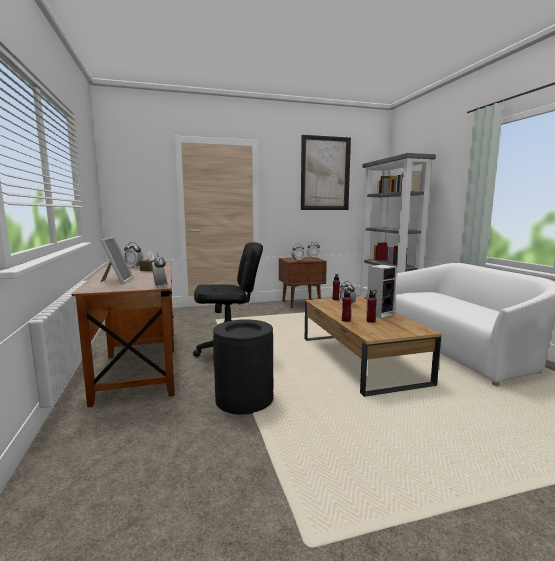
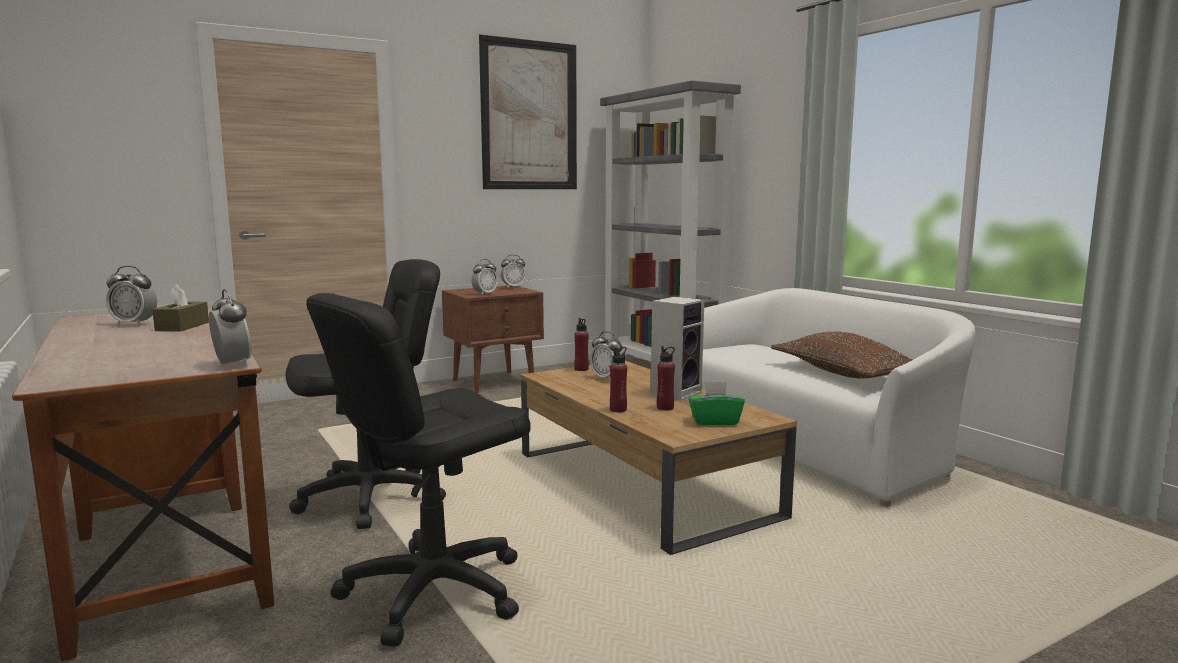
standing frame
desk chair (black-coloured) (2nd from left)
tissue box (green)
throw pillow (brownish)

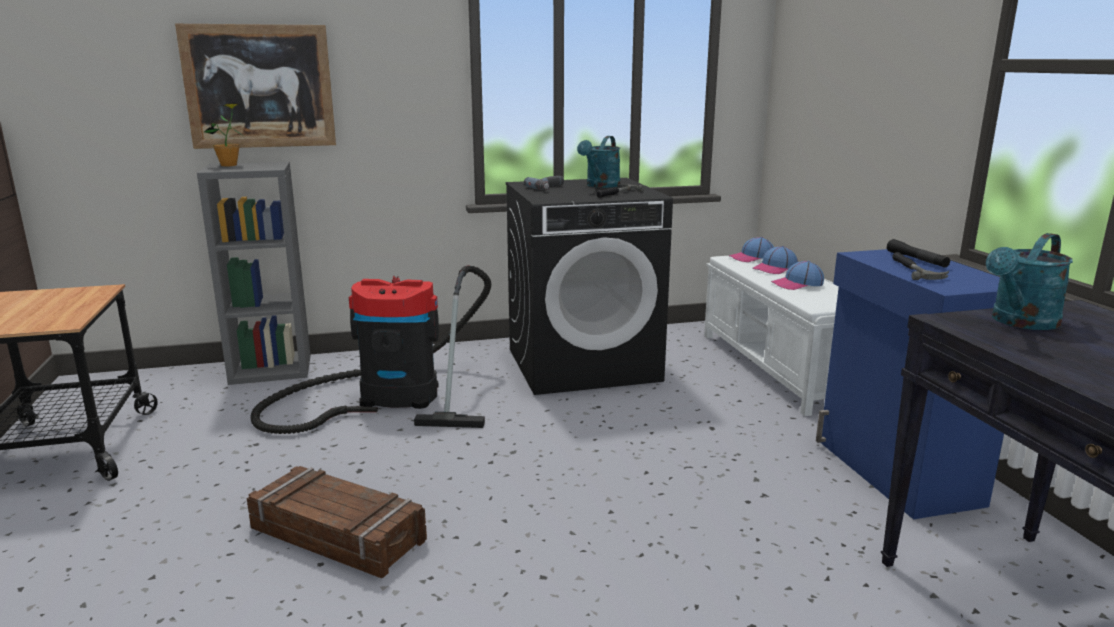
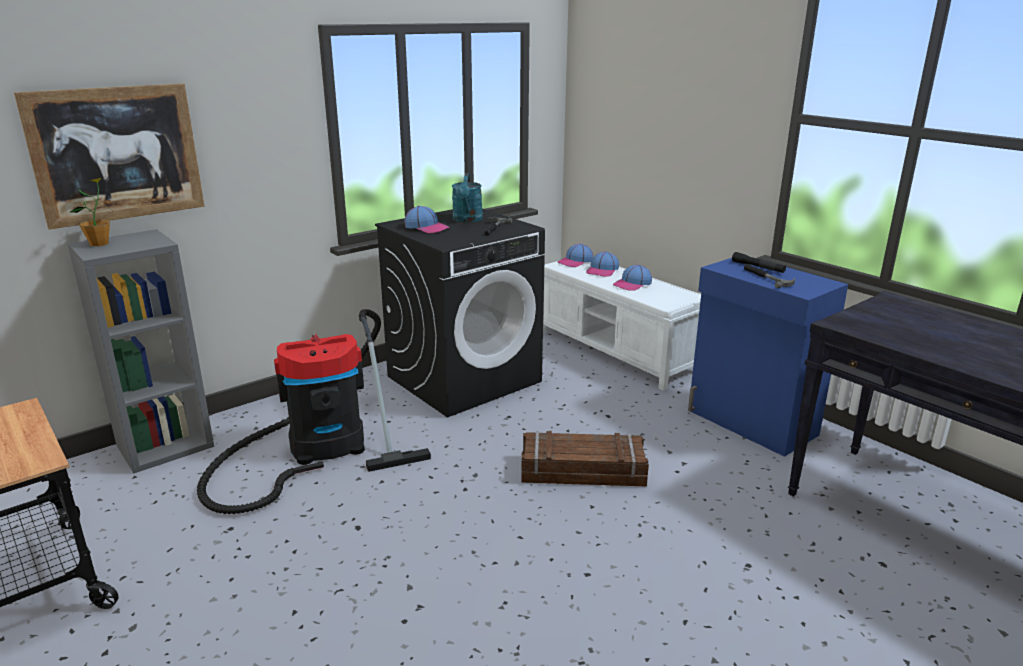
packing crate
peaked cap (1st from left)
watering pot (turquoise) (2nd from left in the first image)

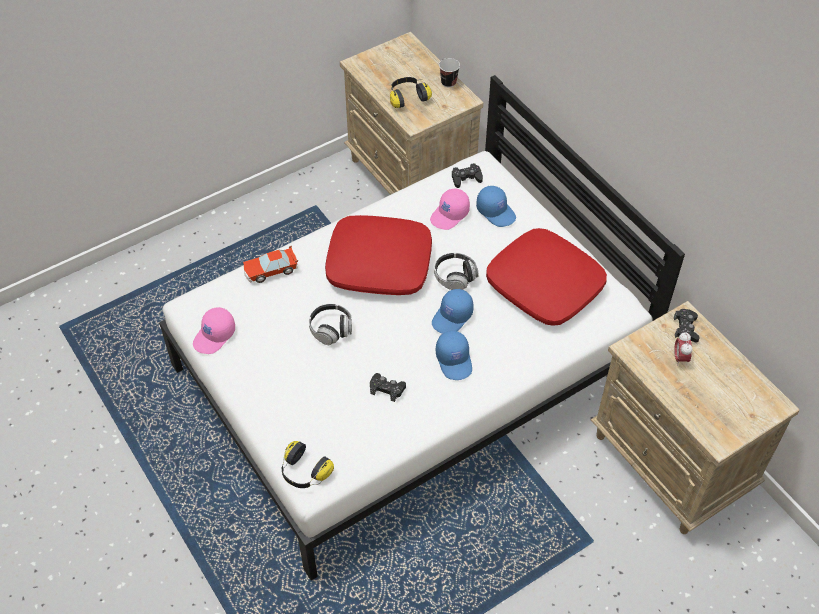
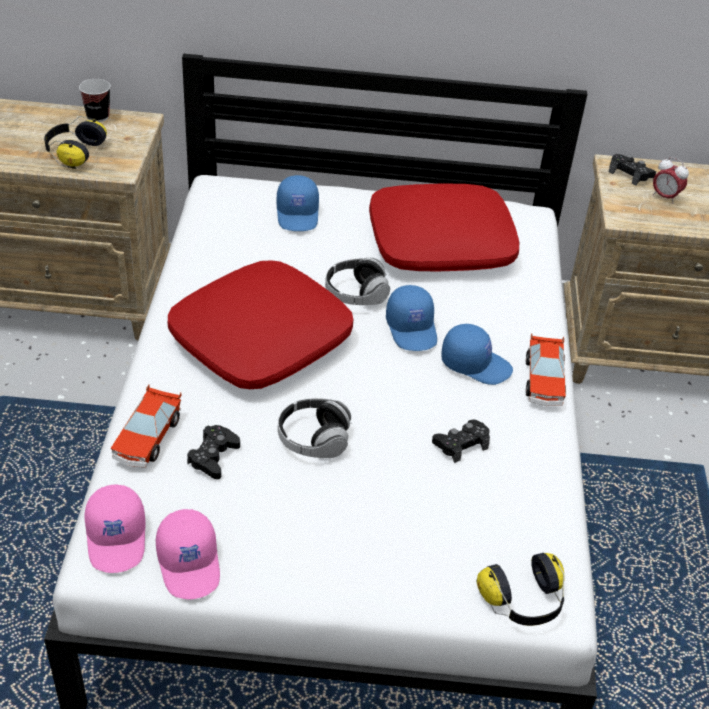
peaked cap (pinkish) (1st from left)
game controller (black-coloured) (1st from left)
peaked cap (bluish) (1st from left)
toy car (2nd from left)

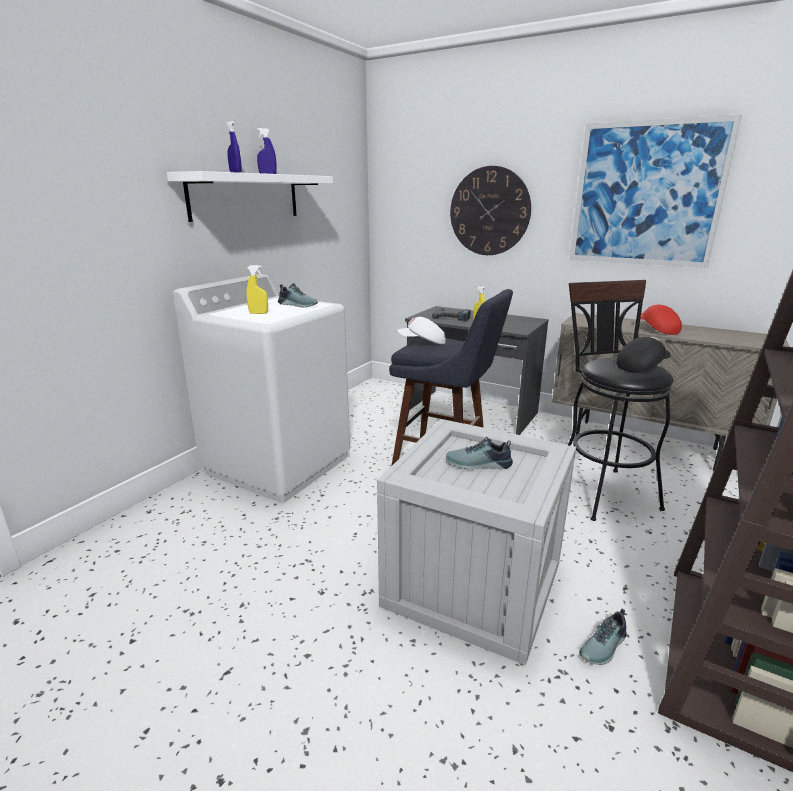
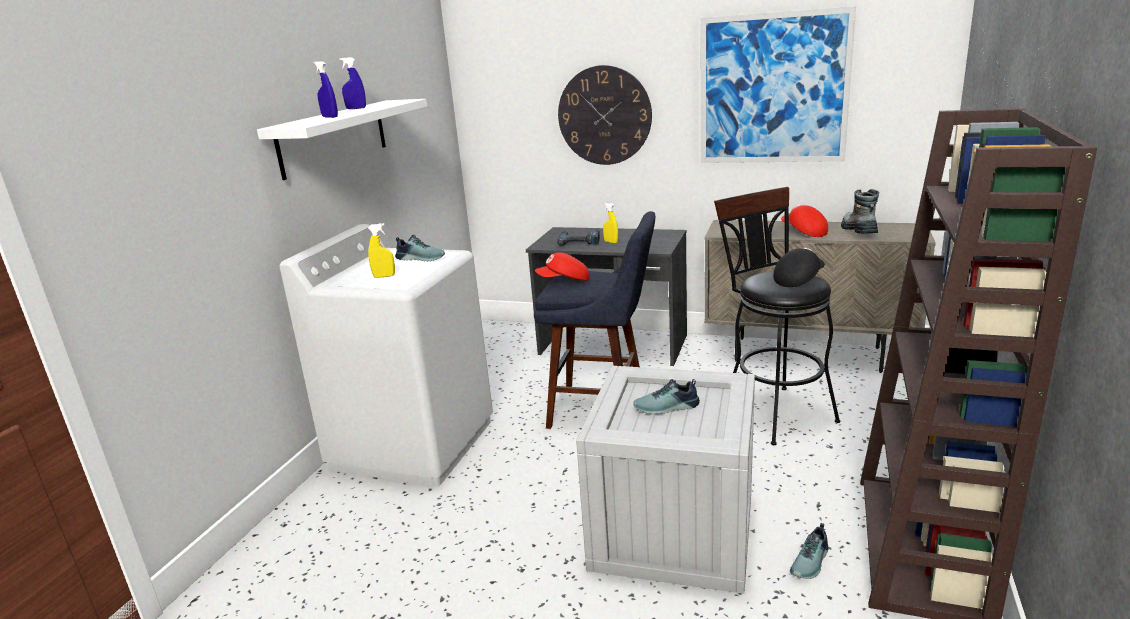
peaked cap (red) (1st from left)
boot

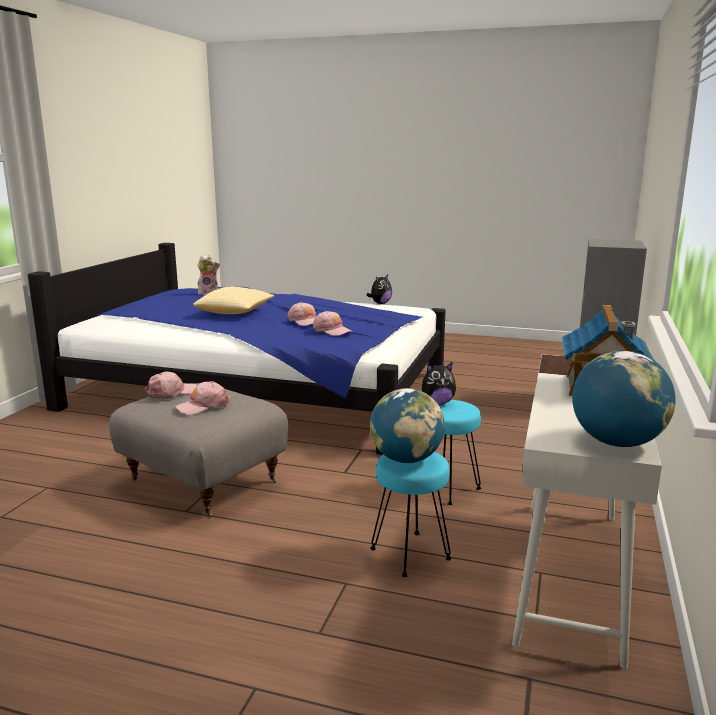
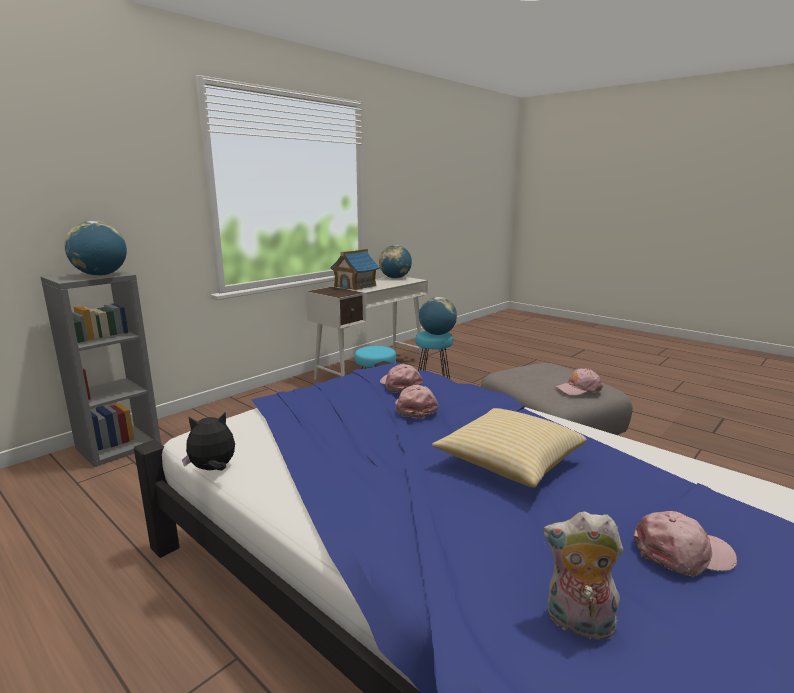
peaked cap (pinkish) (4th from left)
plush toy (3rd from left in the first image)
world globe (1st from left)

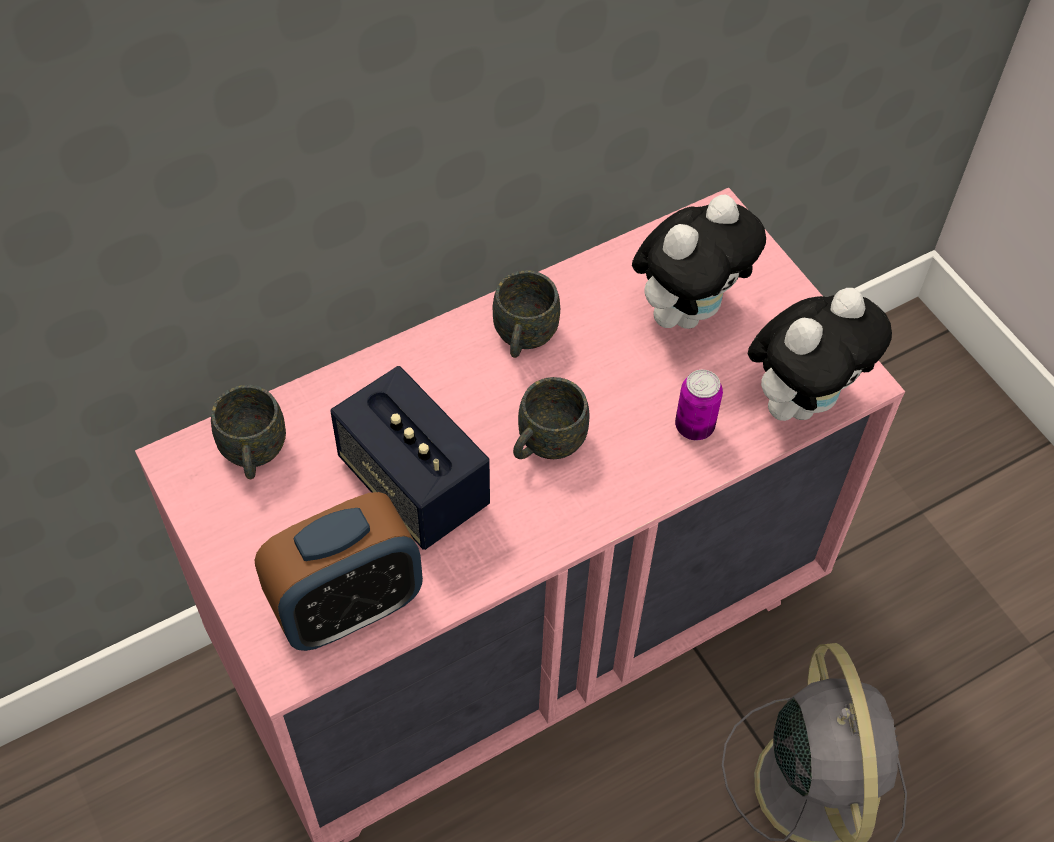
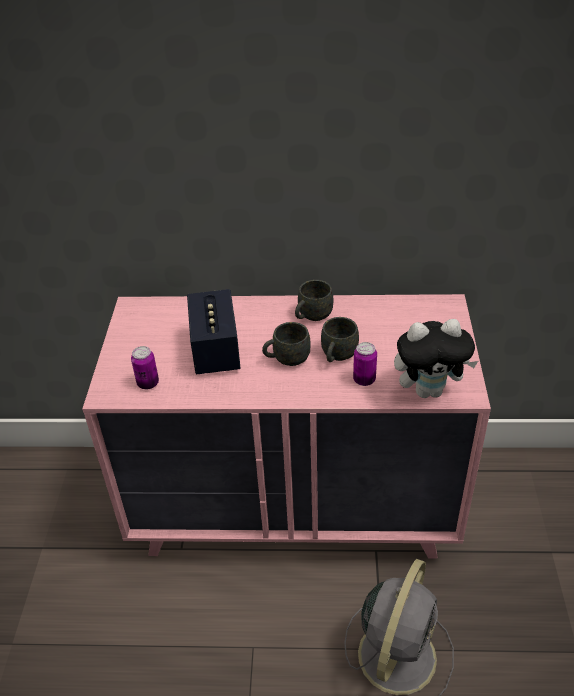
tea mug (gray) (3rd from left)
sealed can (1st from left)
plush toy (1st from left in the first image)

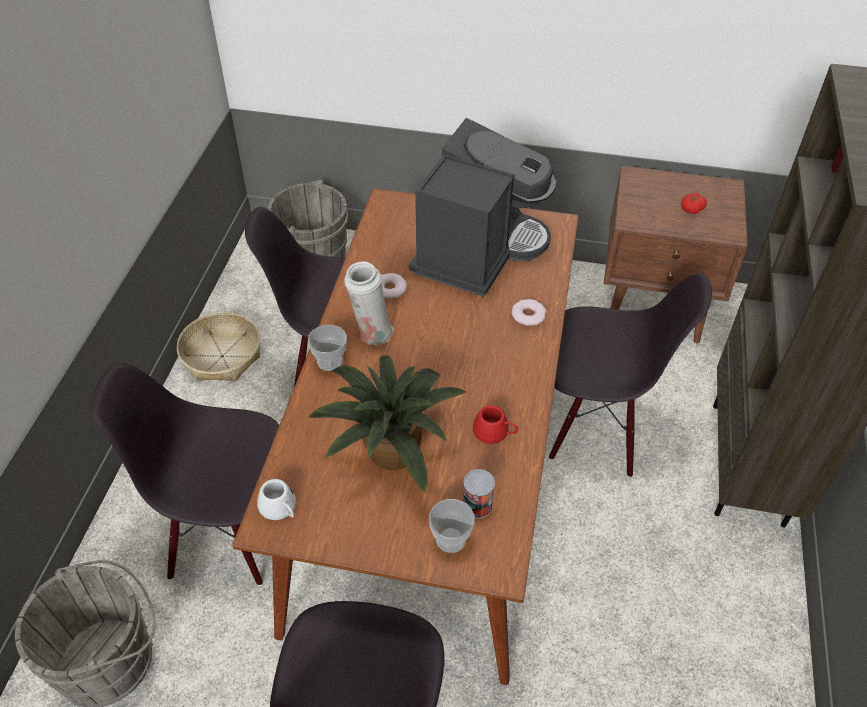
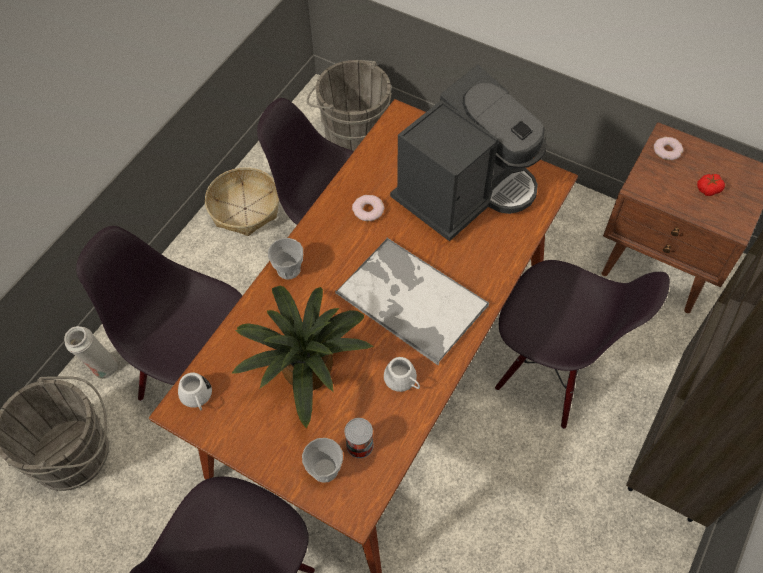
vase (white-coloured)
tea mug (white-coloured) (2nd from left)
doughnut (2nd from left)
carrying tray

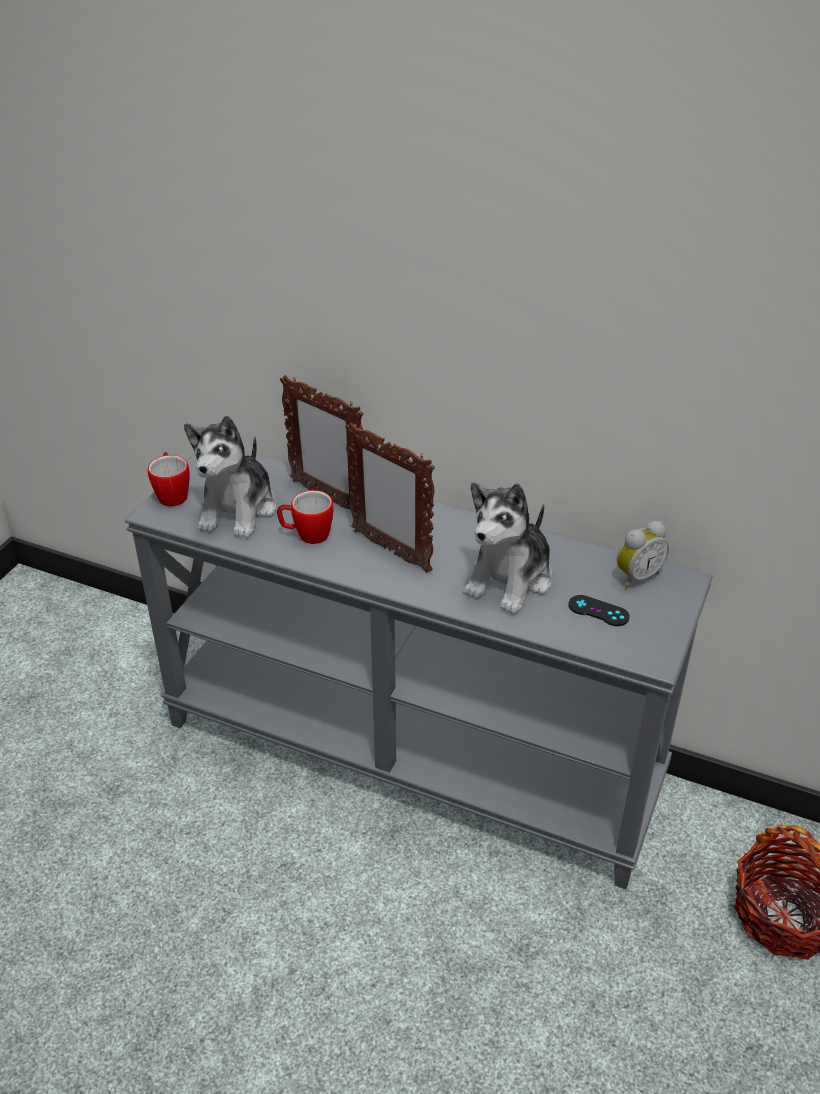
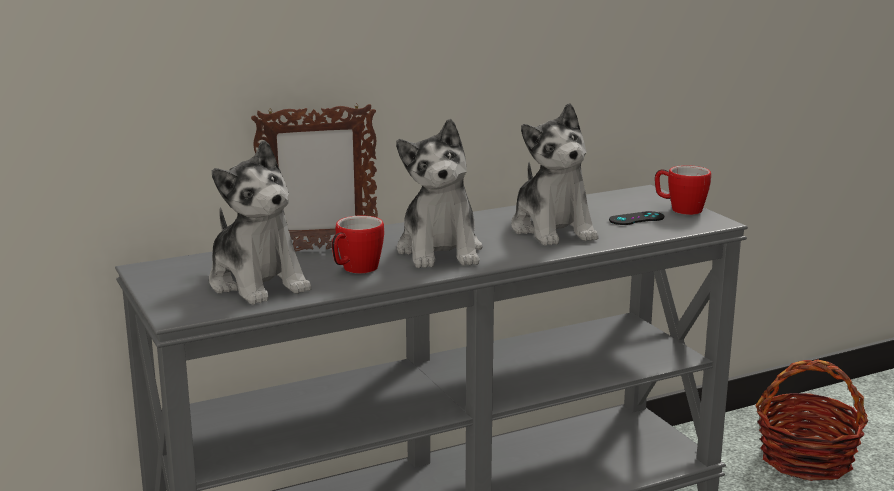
tea mug (2nd from left)
plush toy (2nd from left)
table clock

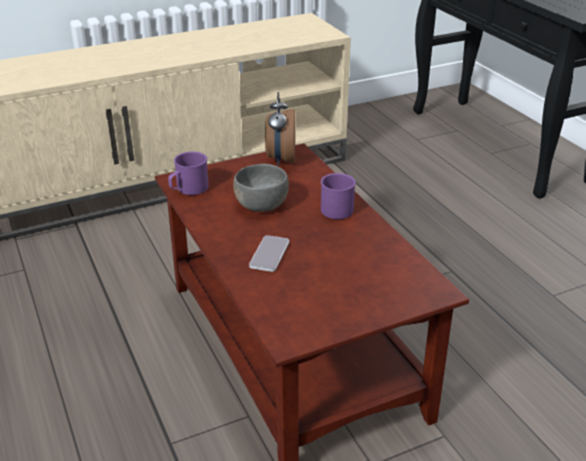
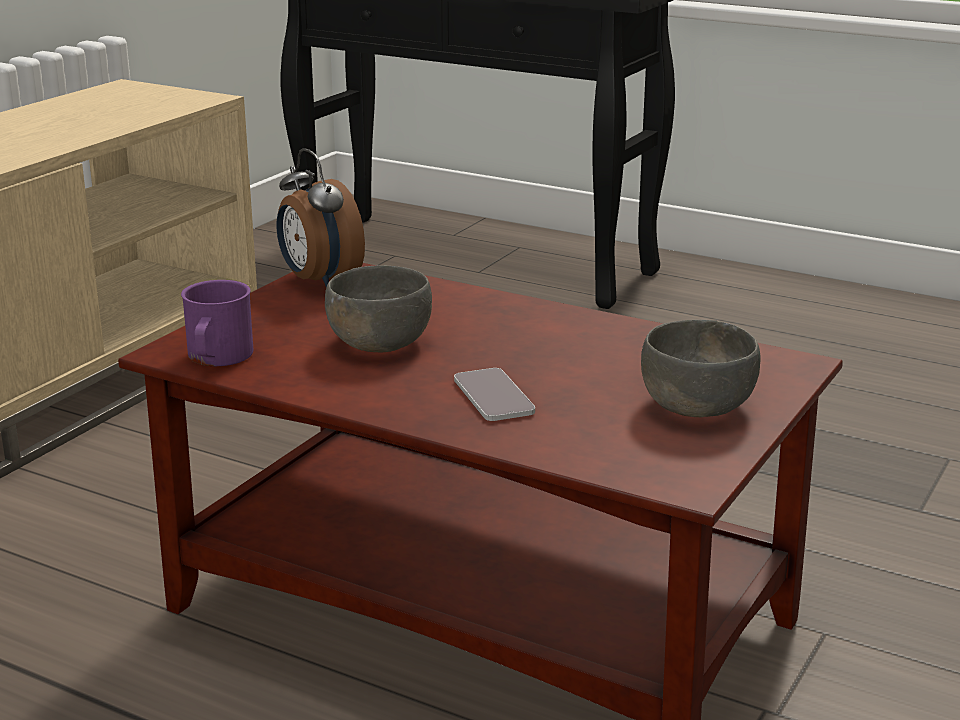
tea mug (purplish) (2nd from left in the first image)
deep dish (gray) (2nd from left)

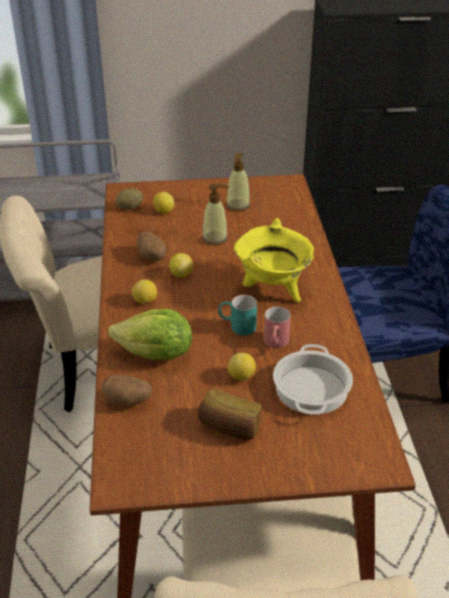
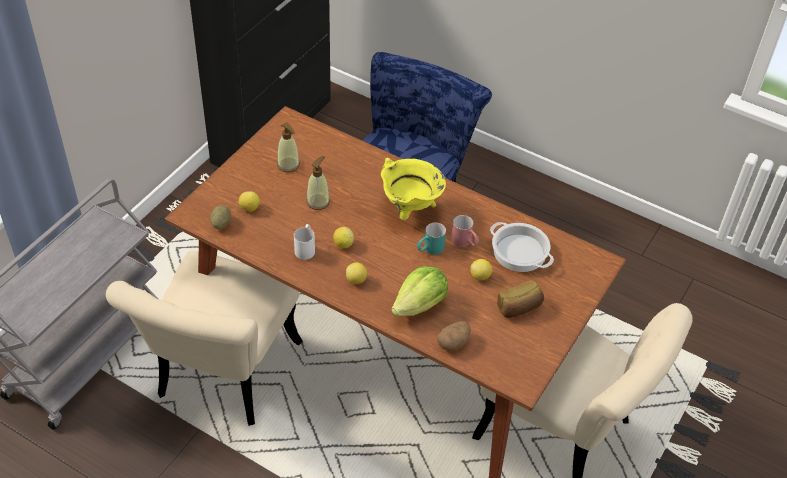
tea mug (white-coloured)

